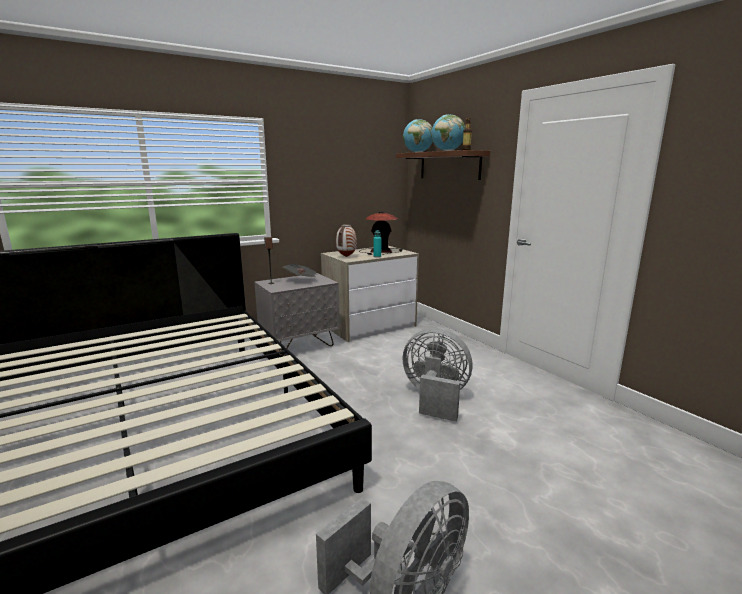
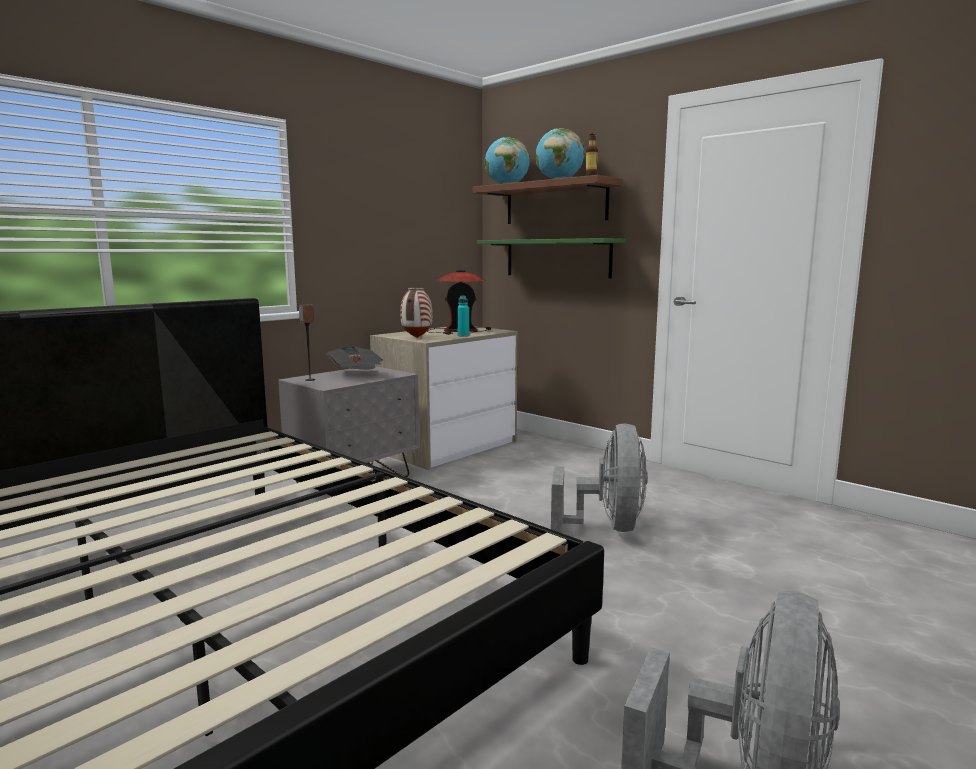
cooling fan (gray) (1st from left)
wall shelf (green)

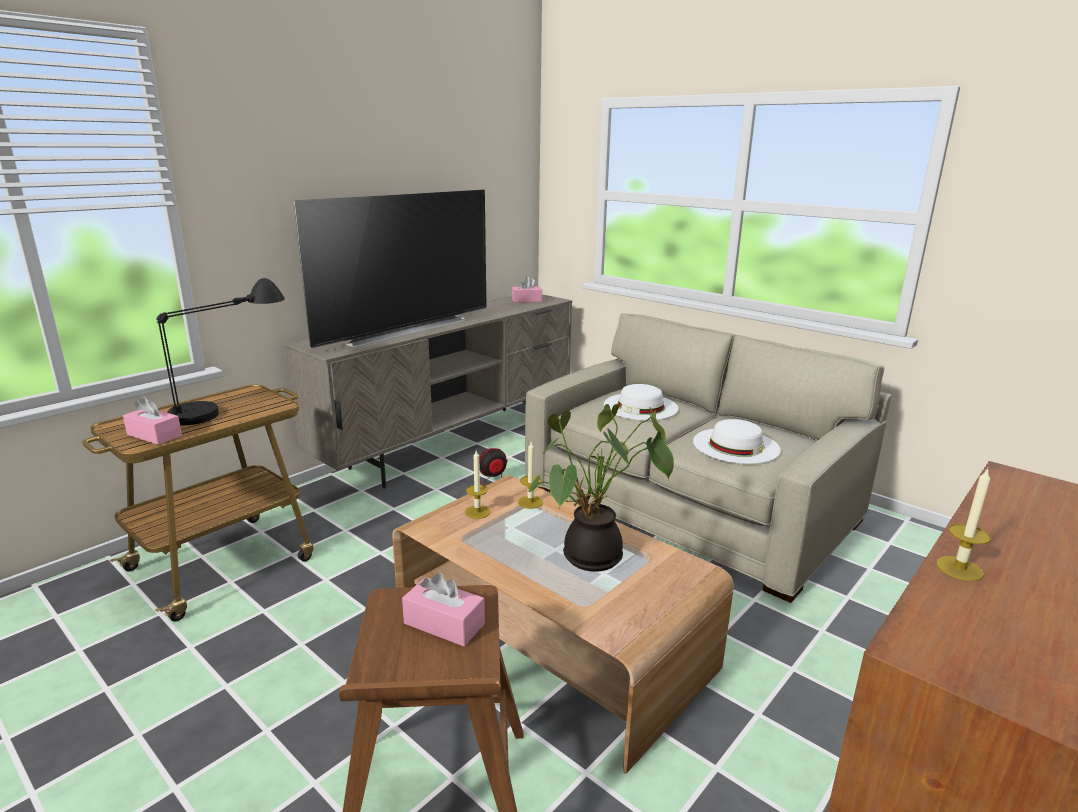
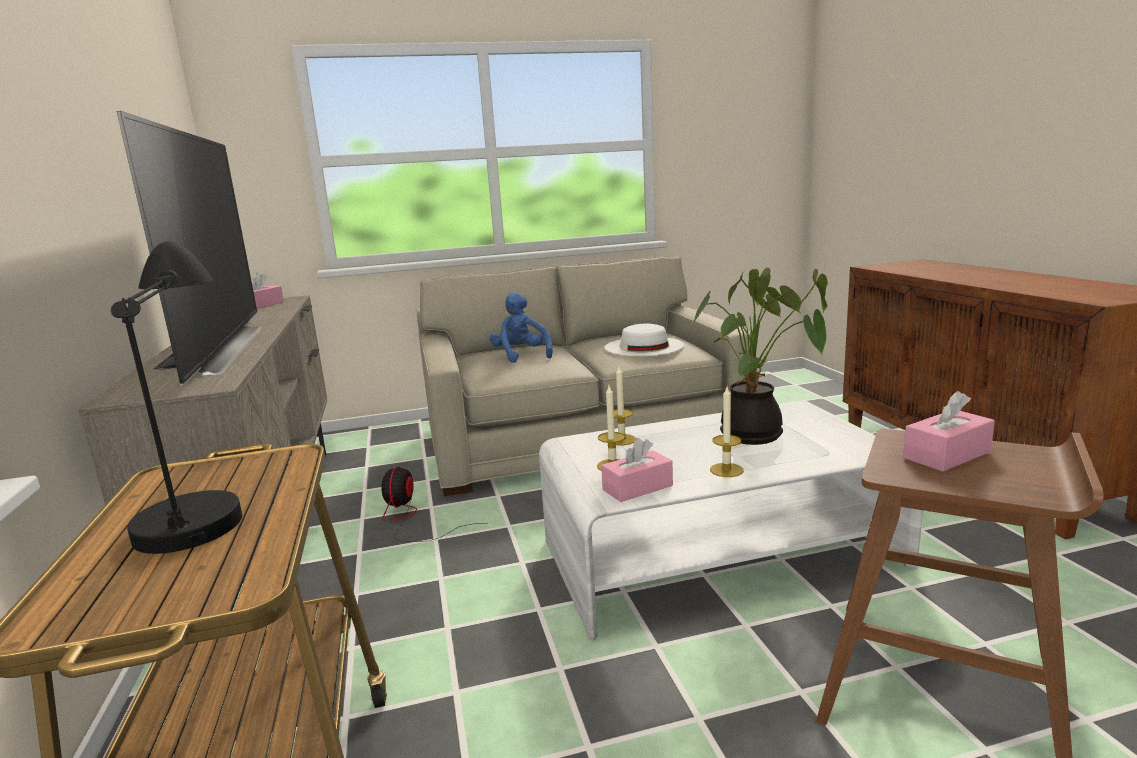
tissue box (pinkish) (2nd from left)
coffee table (white-coloured)
plush toy (bluish)
candle (3rd from left)

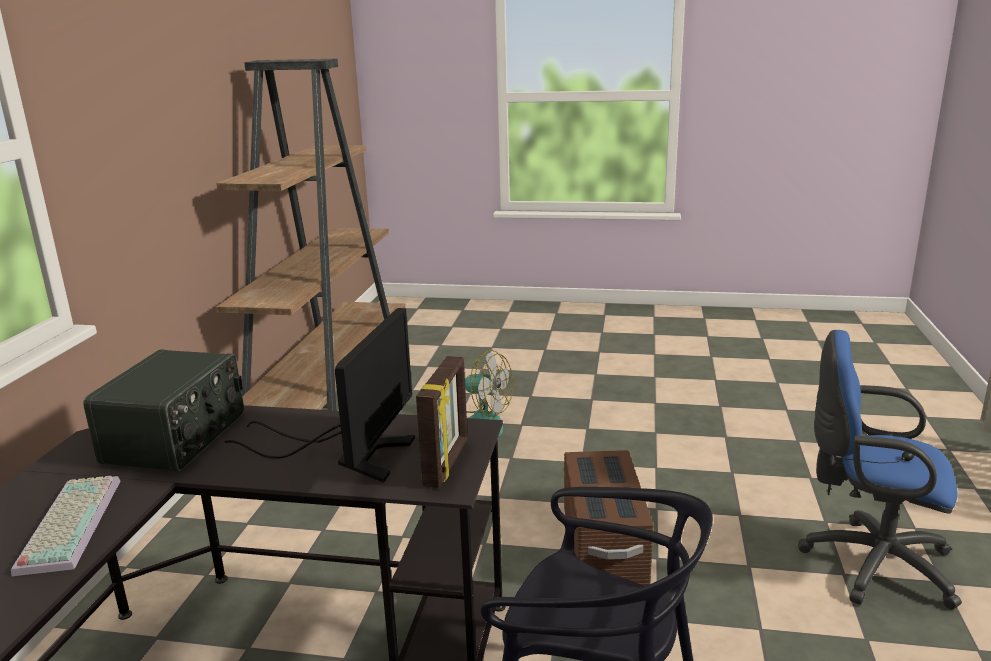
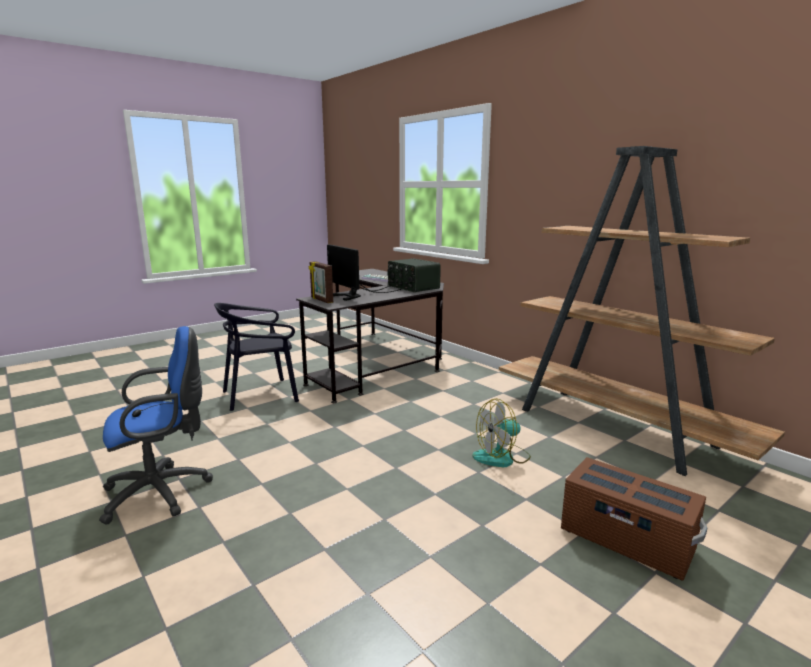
storage bin (brownish)

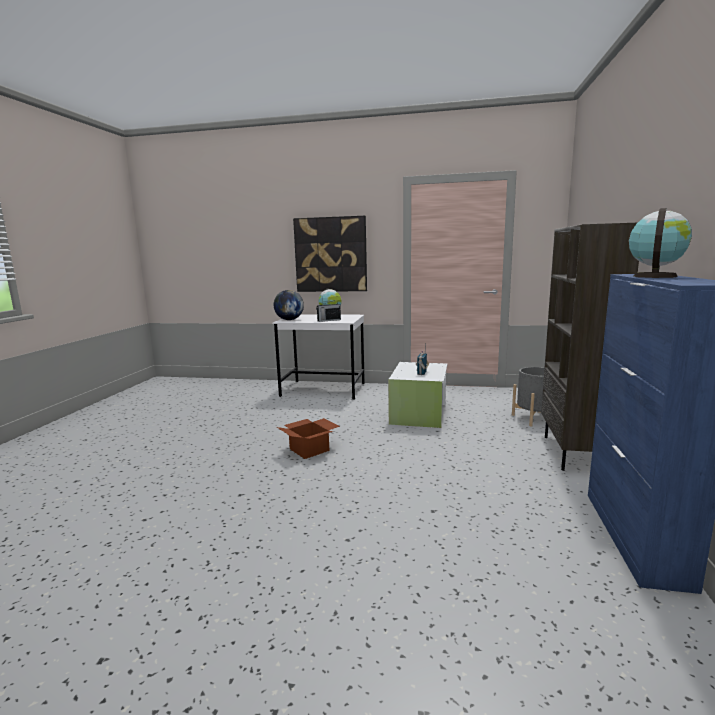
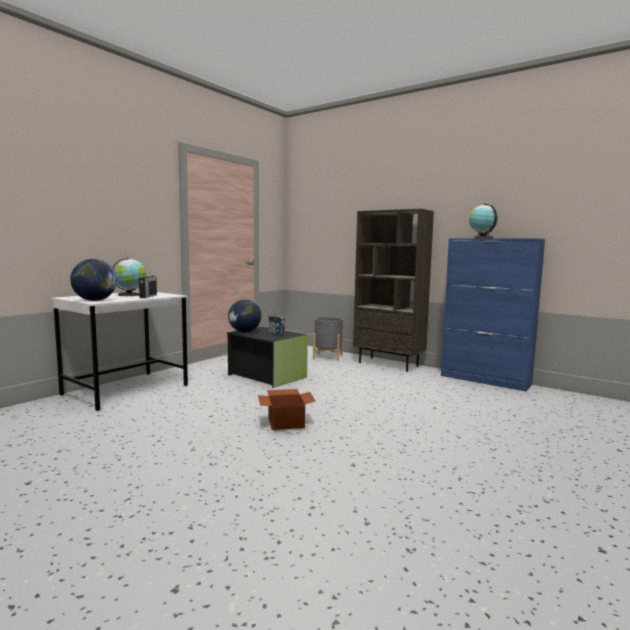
picture
storage bin (black-coloured)
world globe (3rd from left)

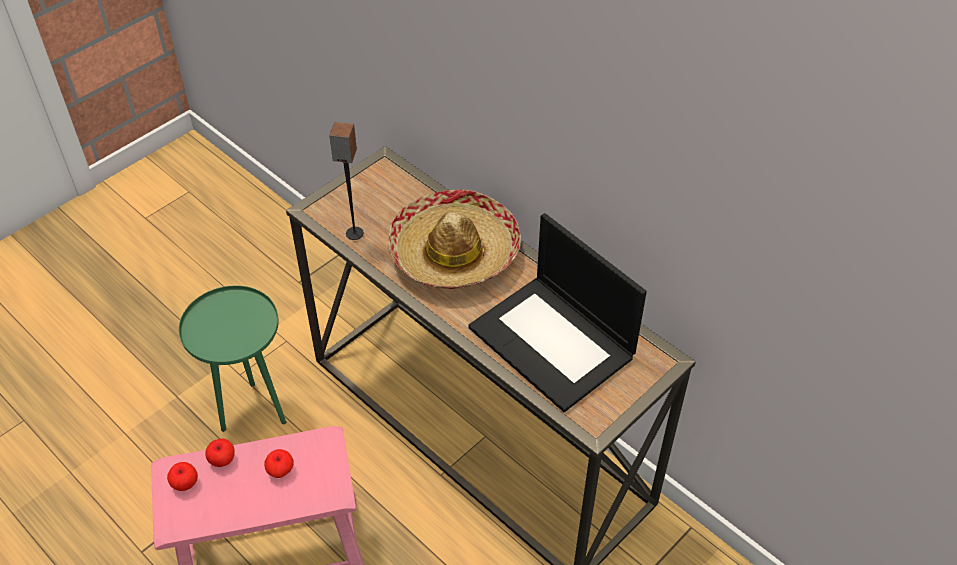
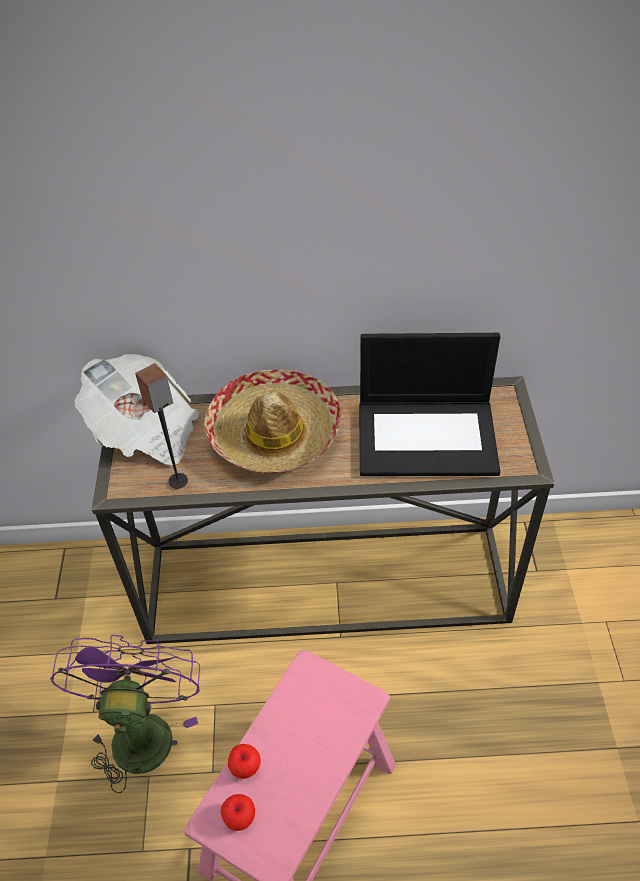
cooling fan (purplish)
whole apple (3rd from left in the first image)
newspaper

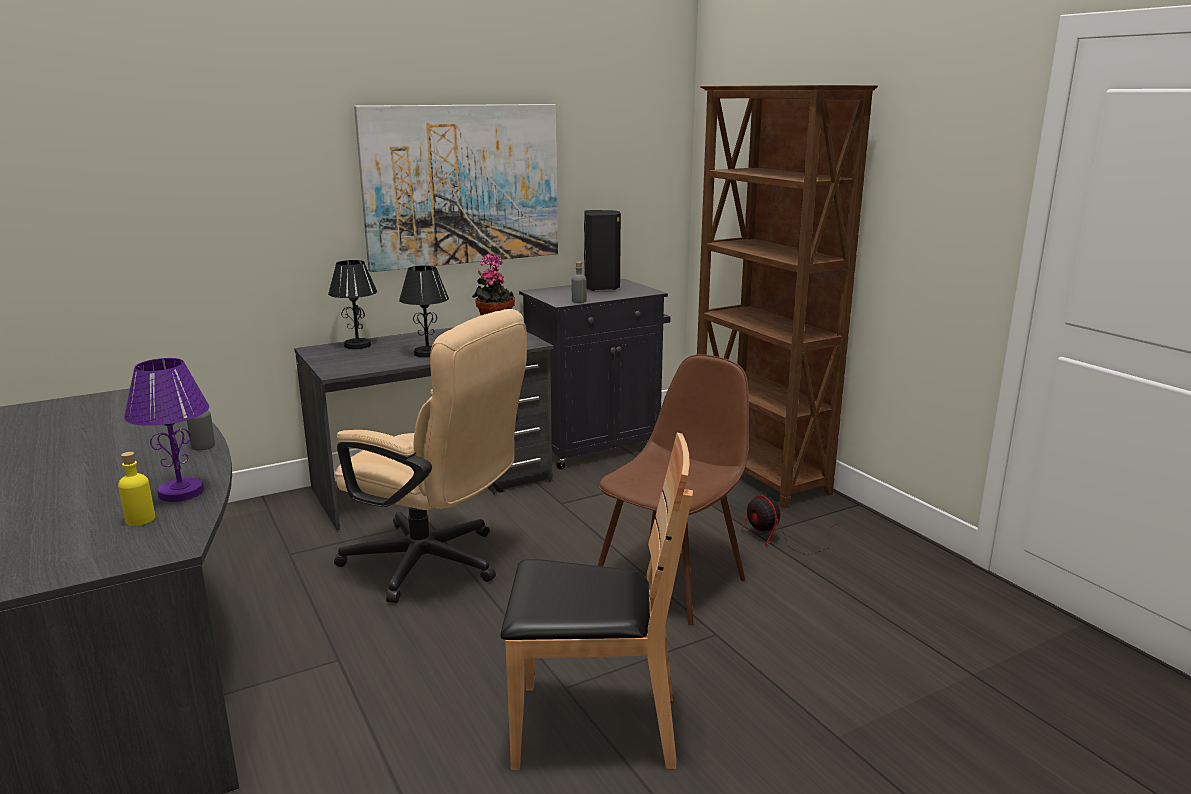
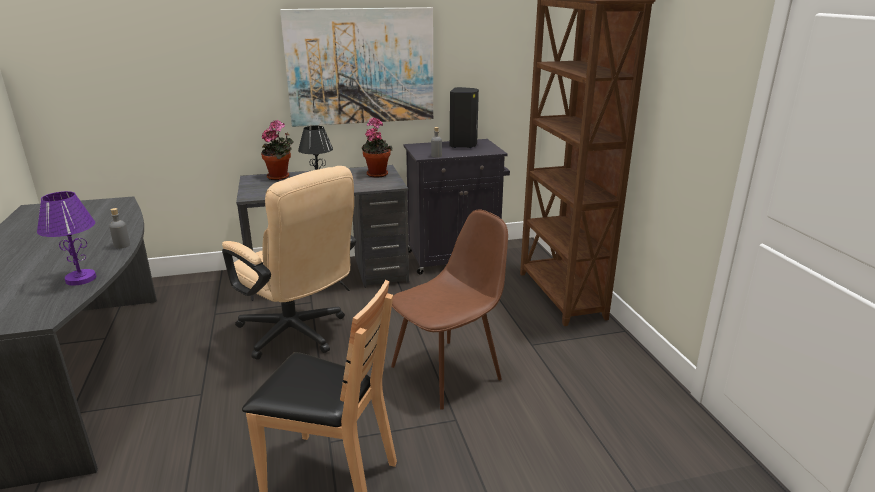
bottle (yellow)
houseplant (1st from left)
cooling fan

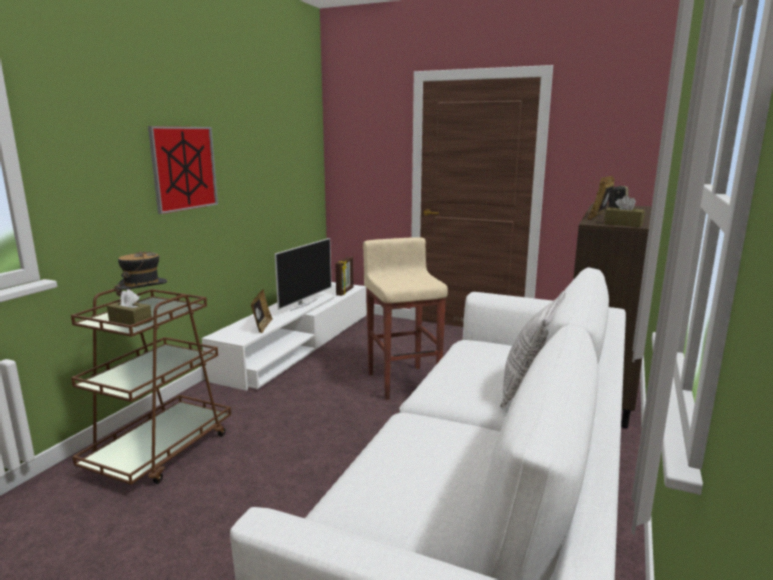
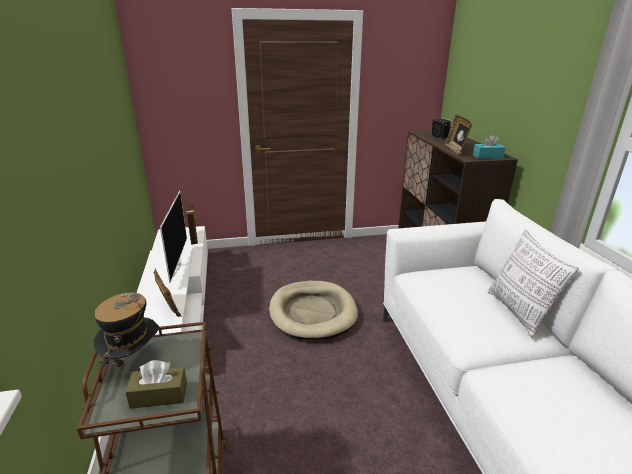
picture
dog bed (beige)
tissue box (turquoise)

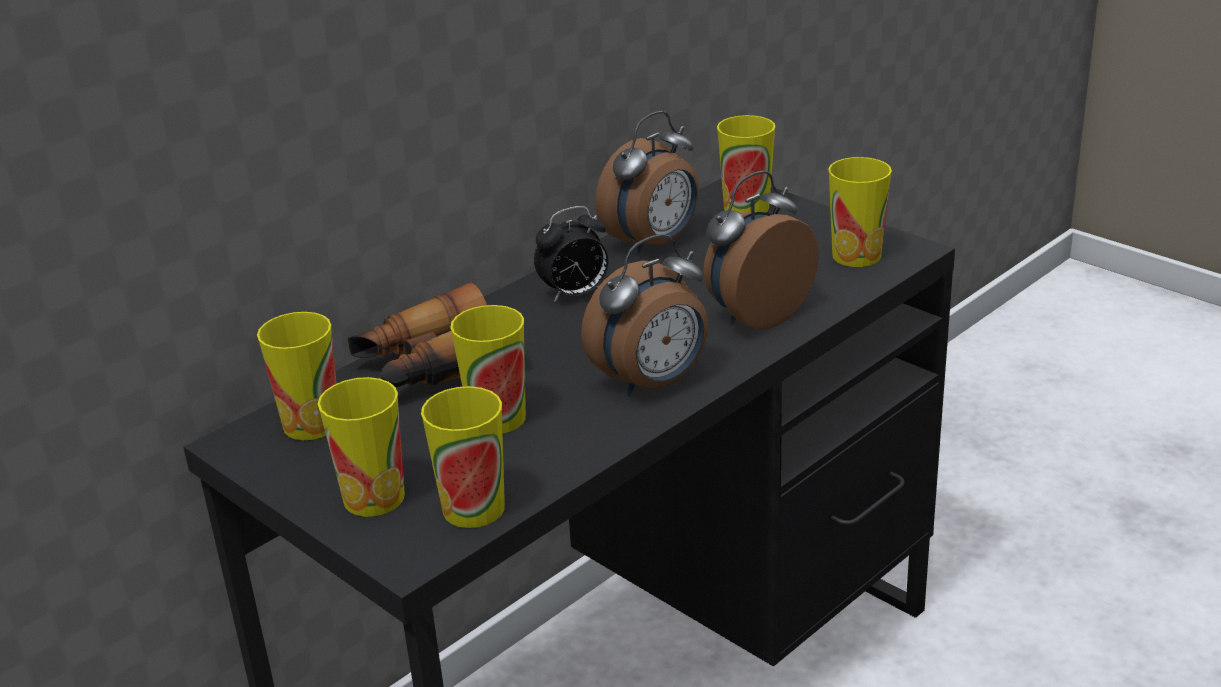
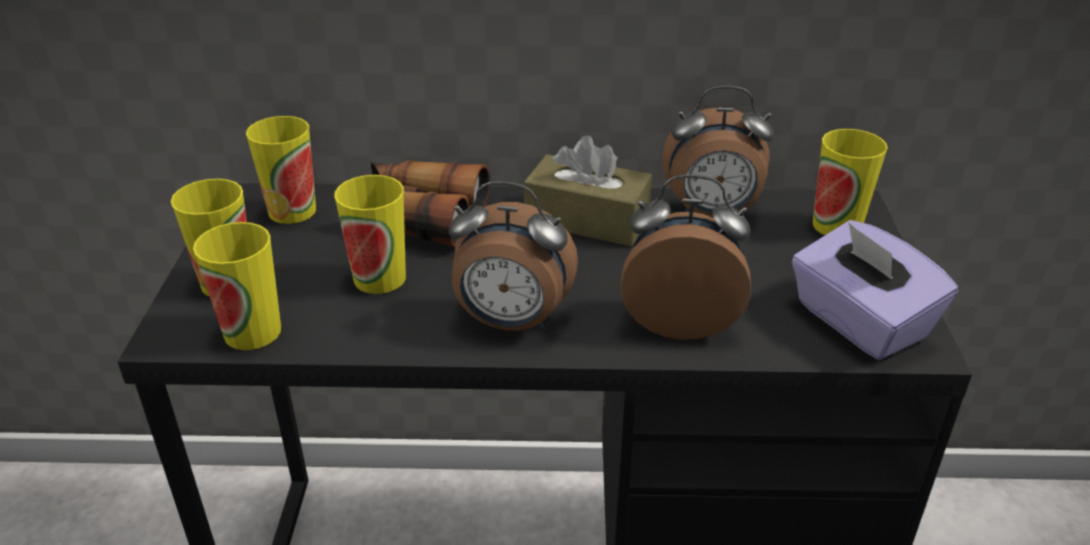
tissue box (brownish)
tissue box (purplish)

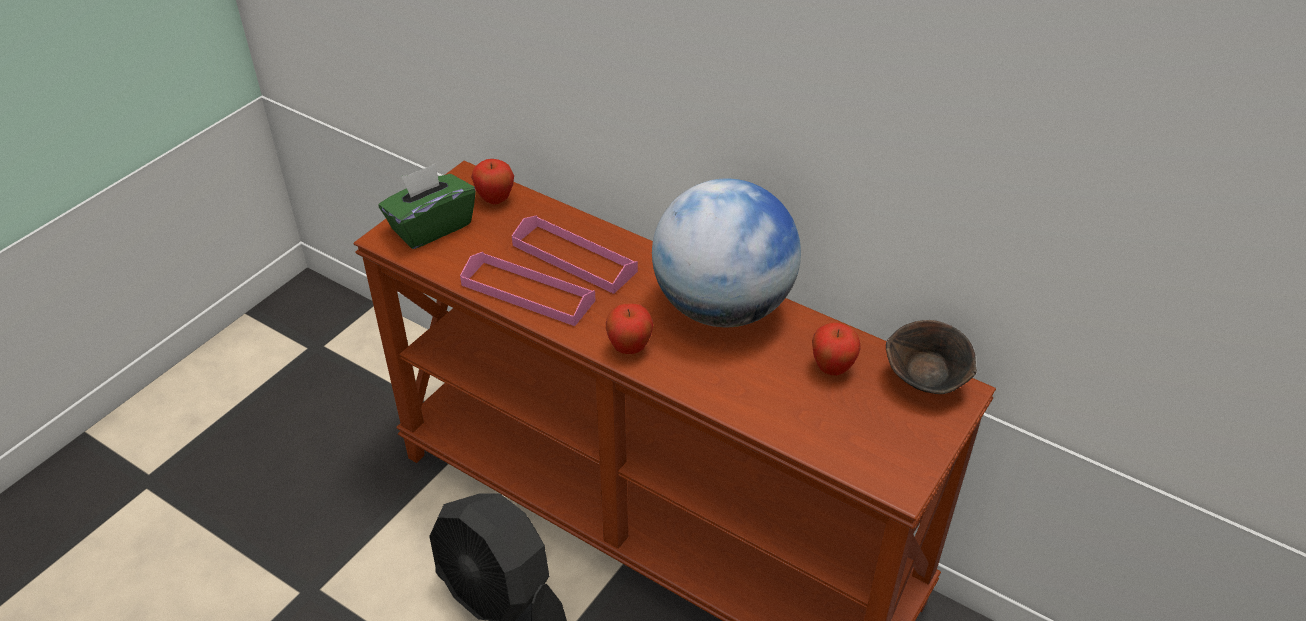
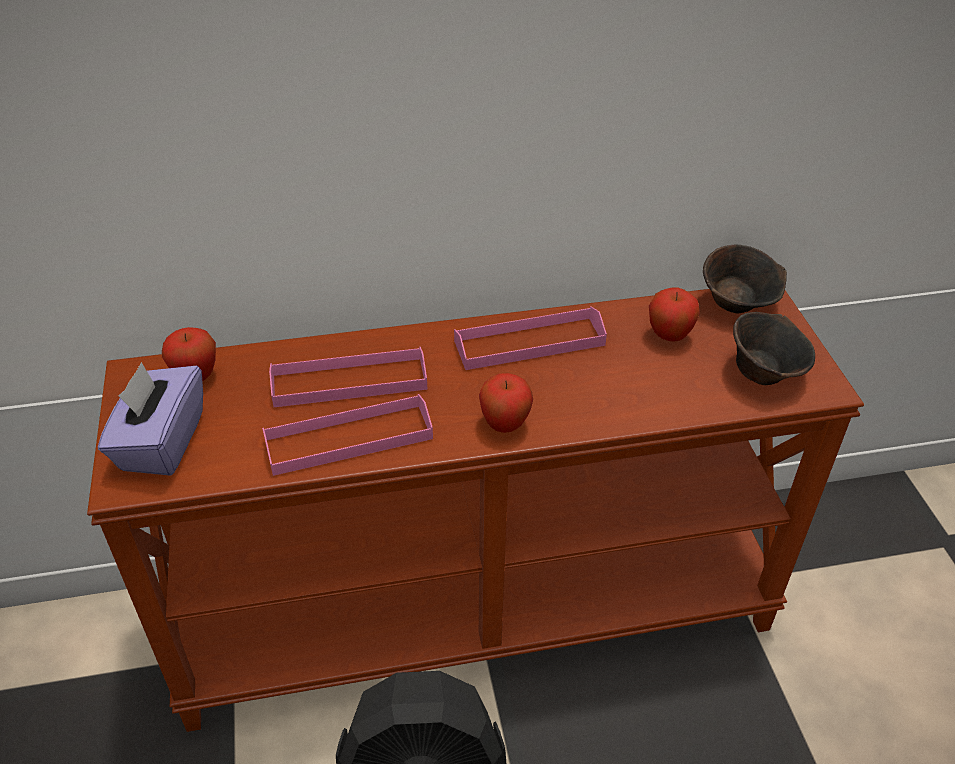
tissue box (purplish)
carrying tray (pinkish) (3rd from left)
deep dish (brownish) (2nd from left)

